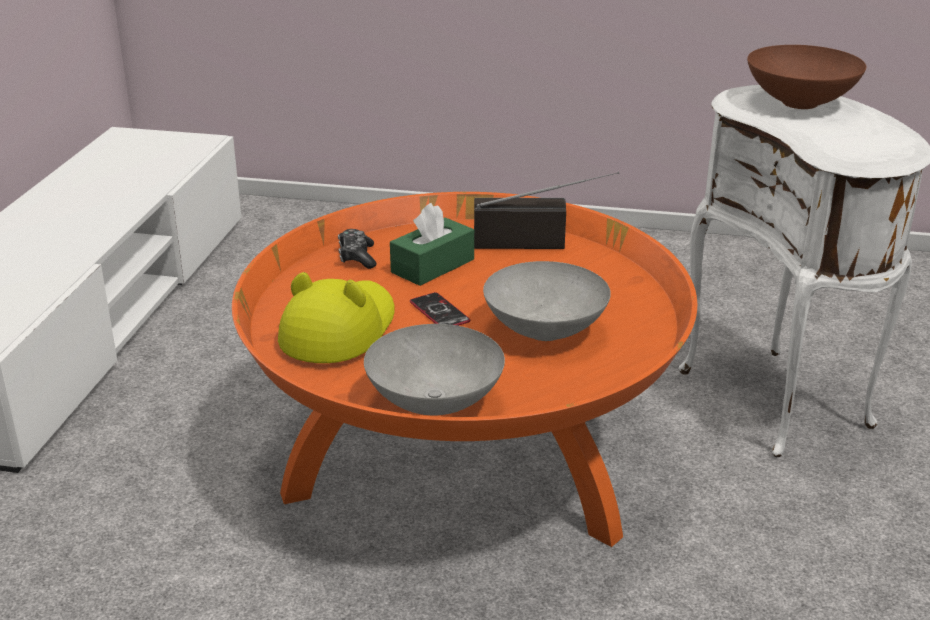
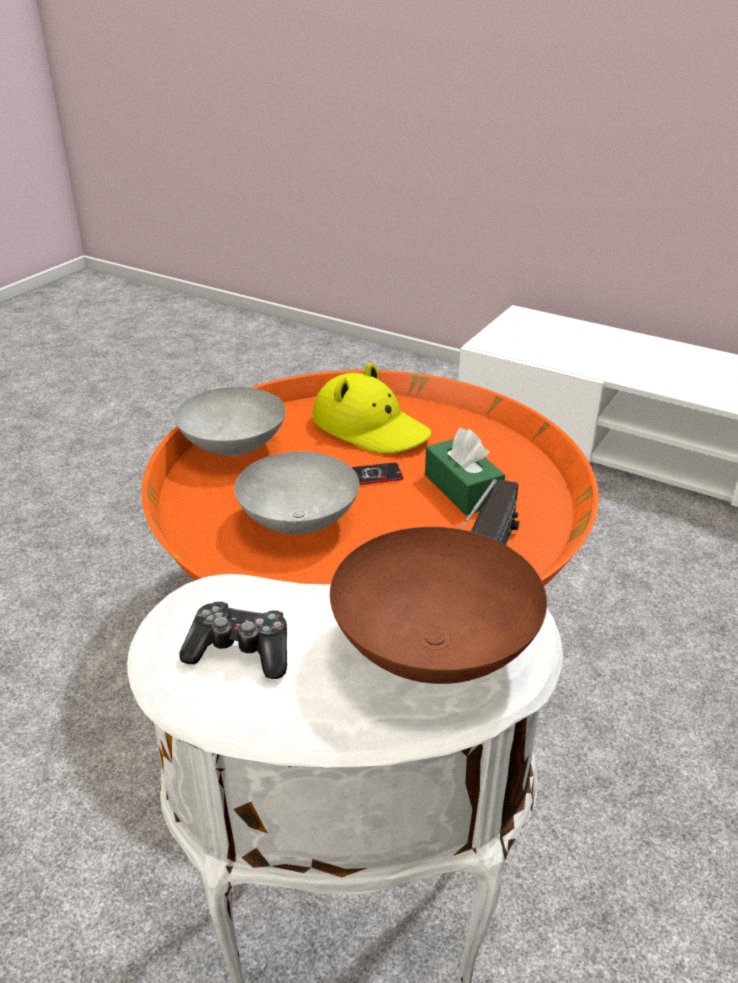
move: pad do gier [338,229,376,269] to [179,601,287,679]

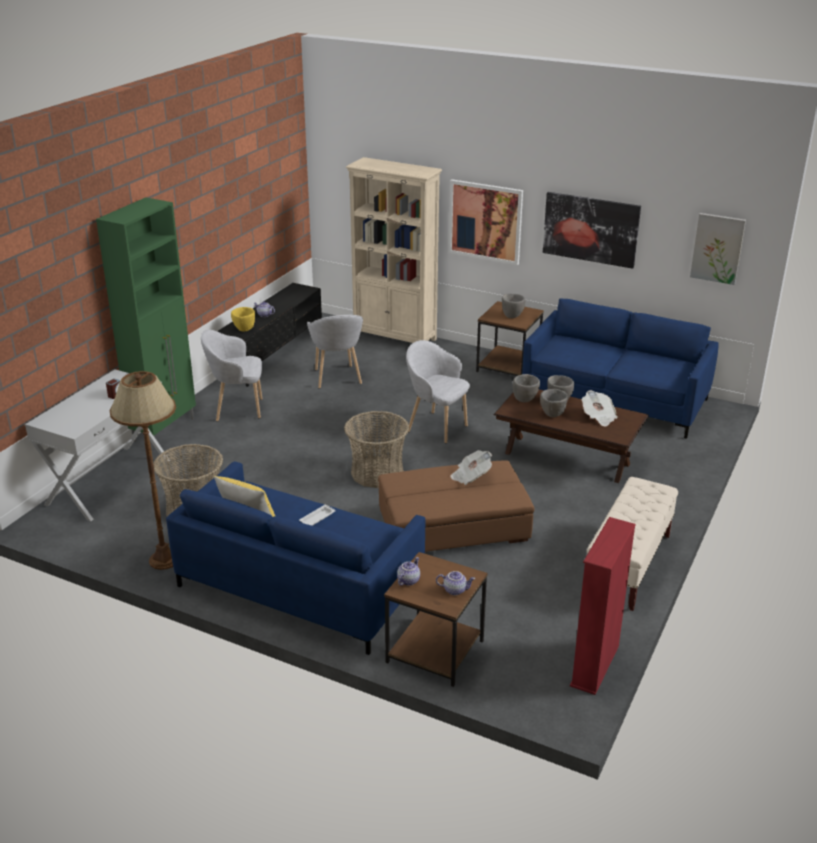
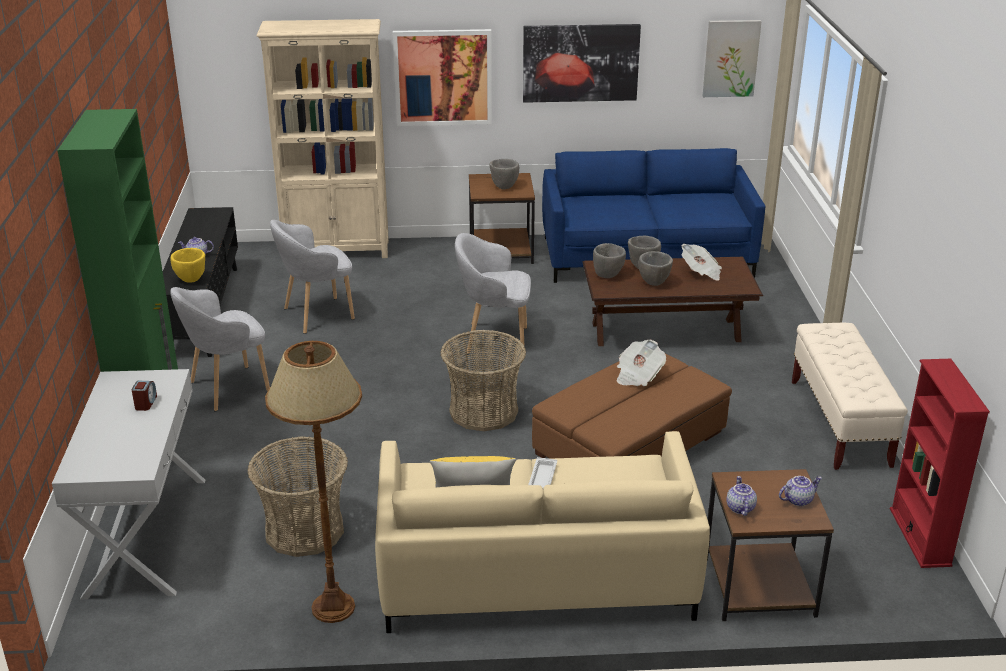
recolor: kanapa (niebieski) [166,461,425,655] to kanapa (beżowy) [375,431,710,633]
rotate: fotel (szary) [307,315,363,389] = [270,220,355,334] 105 degrees clockwise

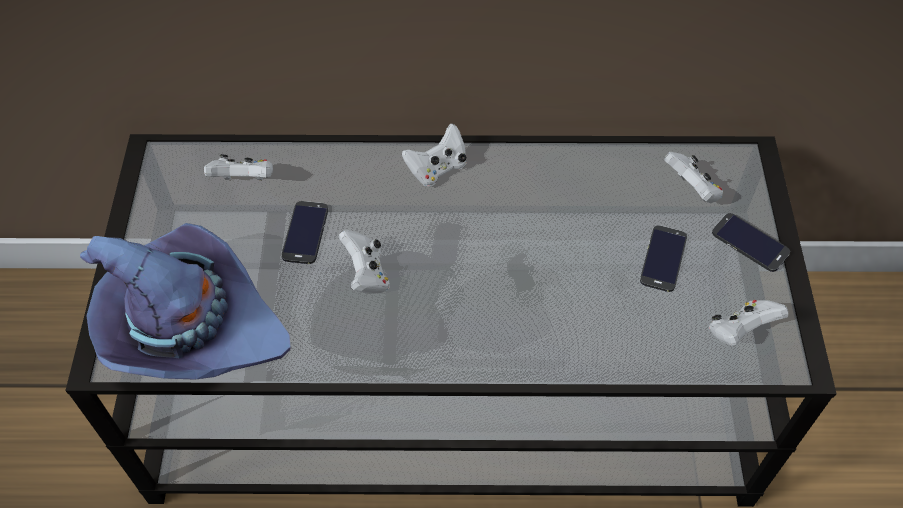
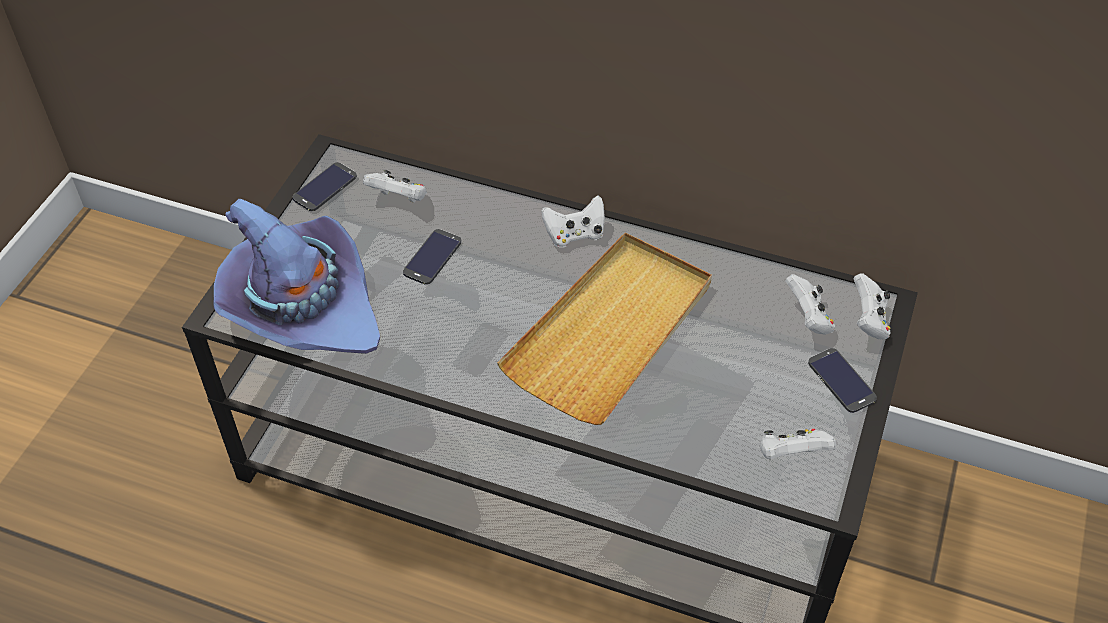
insert: taca (beżowy) [497,233,712,425]
move: pad do gier (biały) [339,230,390,294] to [853,273,891,339]; telefon [640,225,687,292] to [293,162,357,211]

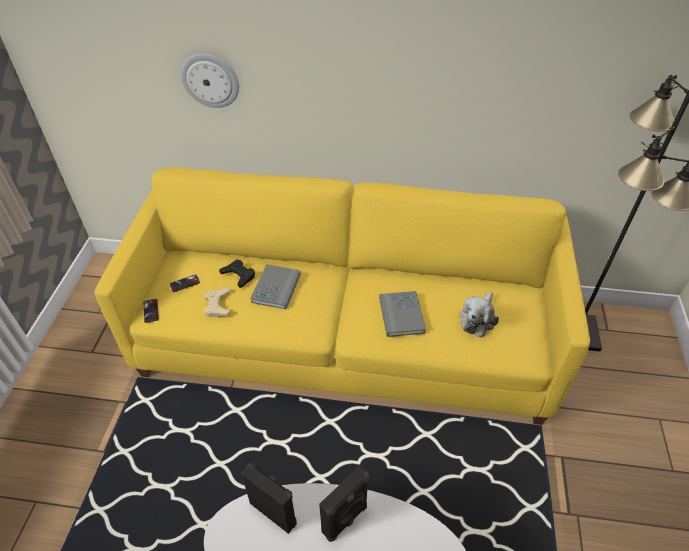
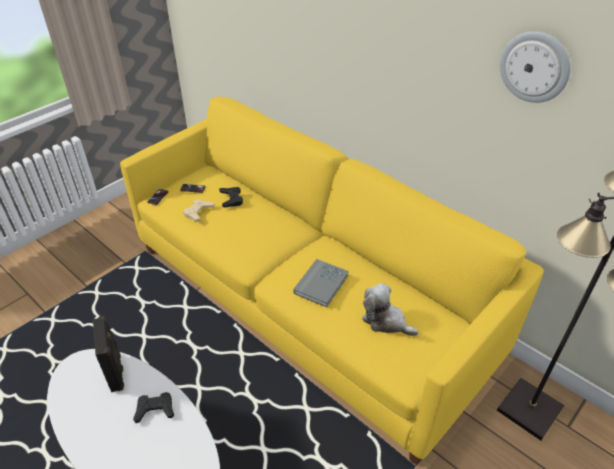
delete: książka (szary) [250,264,301,310]
move: zegar ścienny [181,53,239,108] to [500,31,571,103]
replace: głośnik (czarny) [319,466,369,542] to pad do gier (czarny) [133,392,174,423]
rotate: pluszak [459,291,499,337] = [362,283,419,336] 60 degrees clockwise

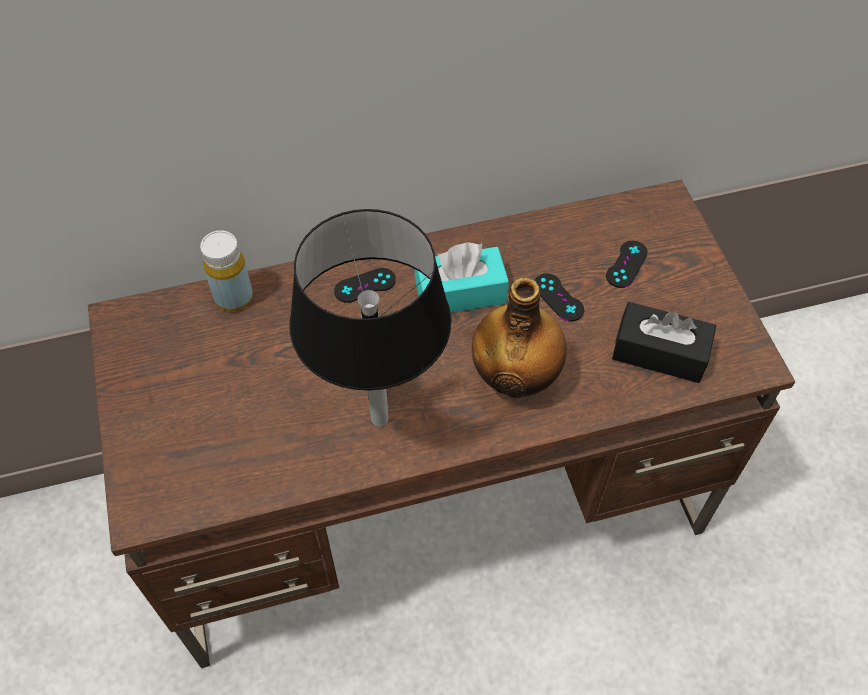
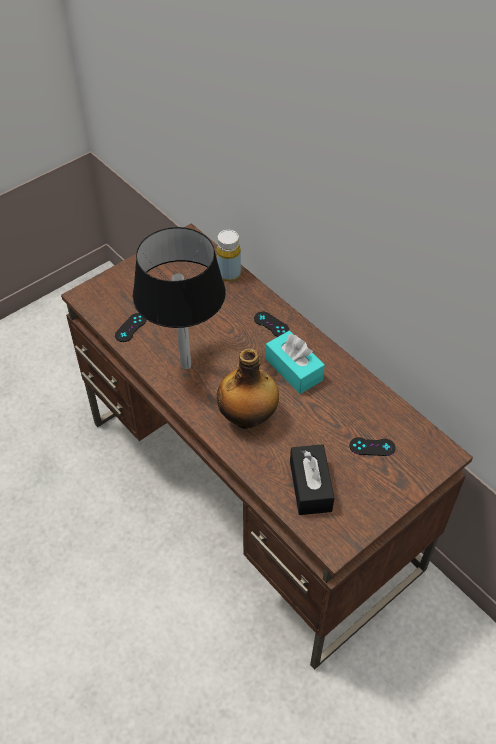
move: pad do gier (czarny) [534,274,584,321] to [115,313,146,342]

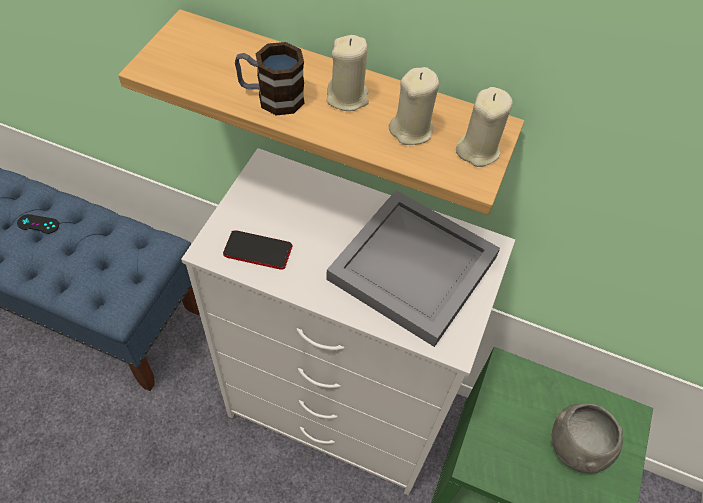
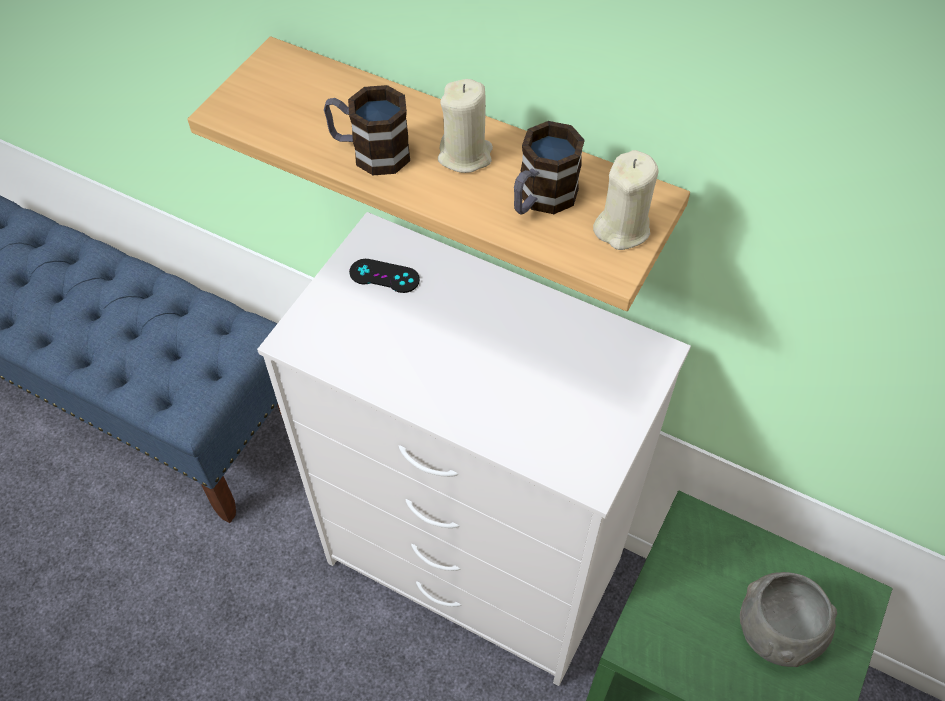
delete: telefon [223,230,292,269]; taca (szary) [326,190,500,347]
move: pad do gier (czarny) [17,214,59,234] to [349,259,420,293]
replace: świeca (beżowy) [389,67,439,145] to kubek [514,121,585,215]

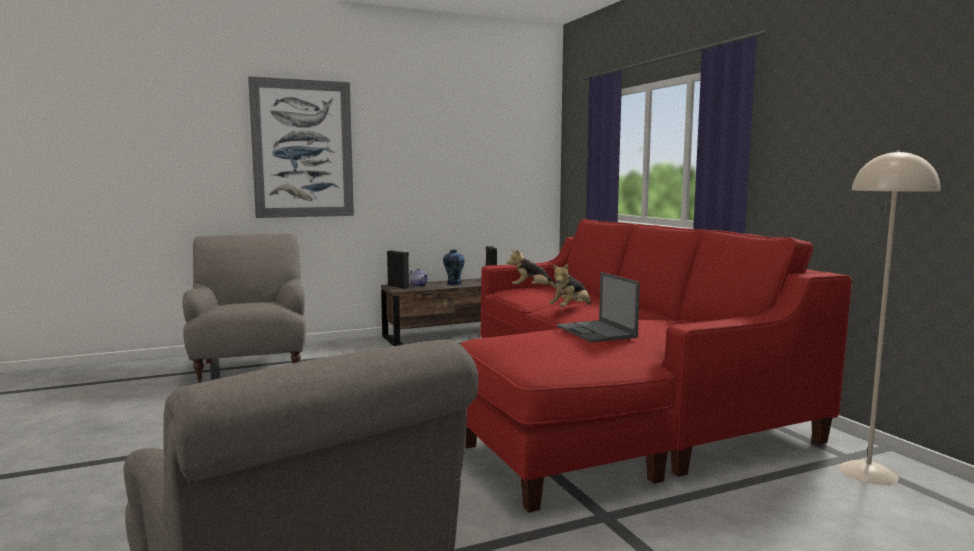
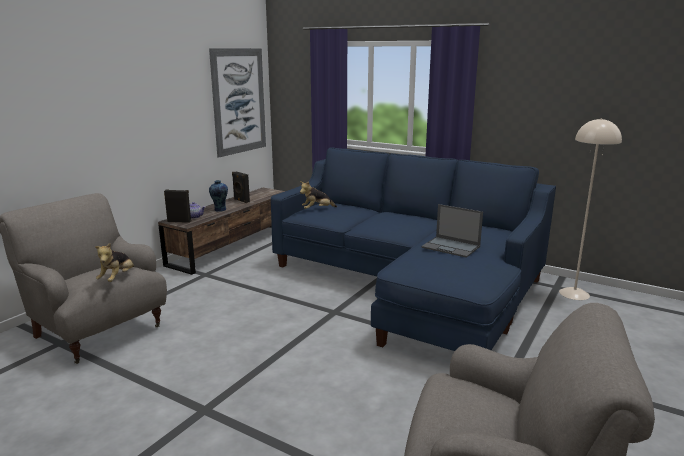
move: obraz [248,76,354,218] to [209,48,266,158]; pluszak [549,264,591,307] to [95,243,134,282]
recolor: kanapa (czerwony) [460,219,852,512] to kanapa (niebieski) [271,147,556,351]

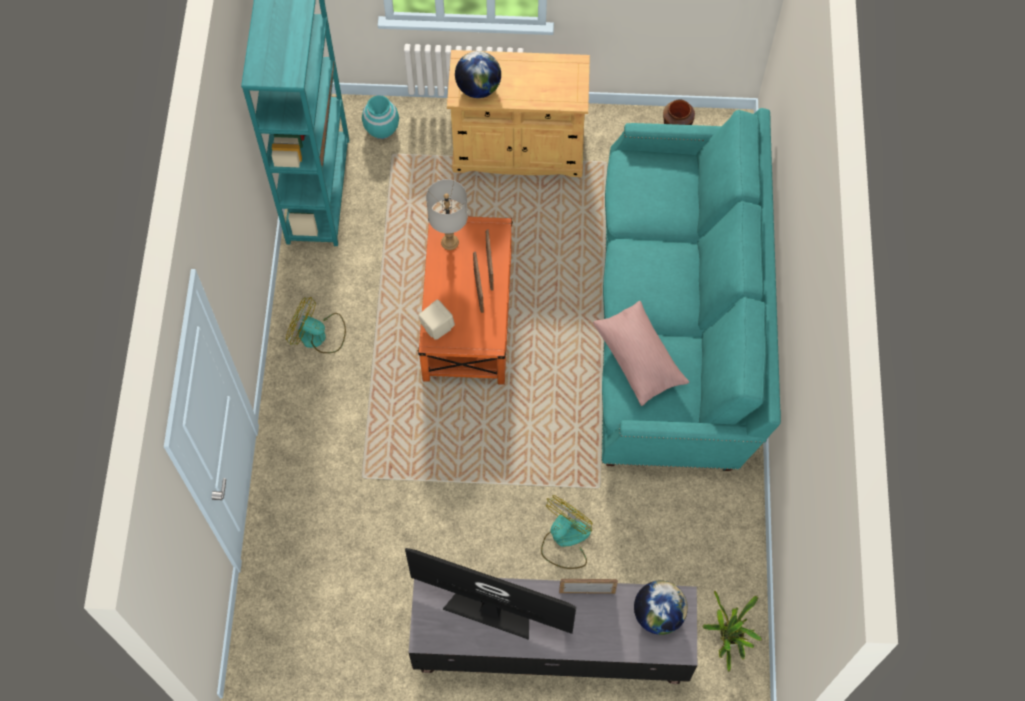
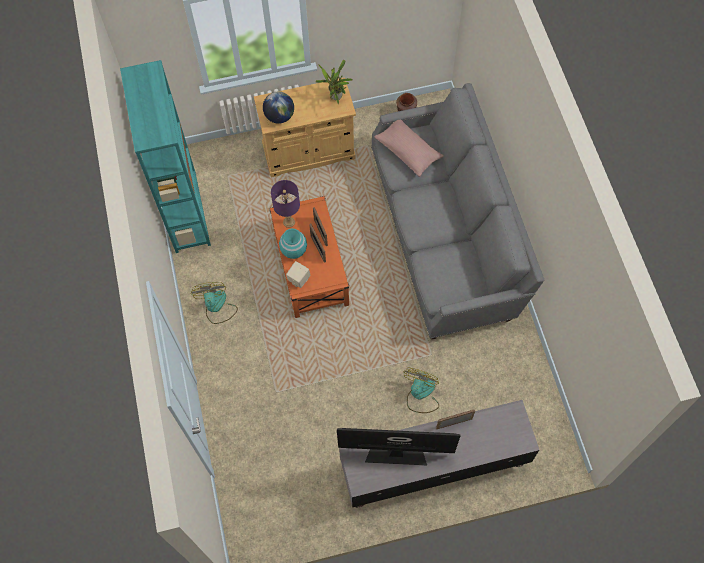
delete: globus [634,580,688,635]
move: wazon (turkusowy) [362,95,399,139] to [279,228,307,259]; poduszka (różowy) [593,301,689,406] to [375,120,444,177]; roślina doniczkowa [702,591,762,672] to [315,60,353,104]
recolor: lampa stołowa (szary) [426,179,468,250] to lampa stołowa (fioletowy) [271,180,300,228]; kanapa (turkusowy) [601,108,781,471] to kanapa (szary) [371,83,544,339]
rotate: wentylator [286,297,346,353] = [192,282,238,324] 75 degrees clockwise

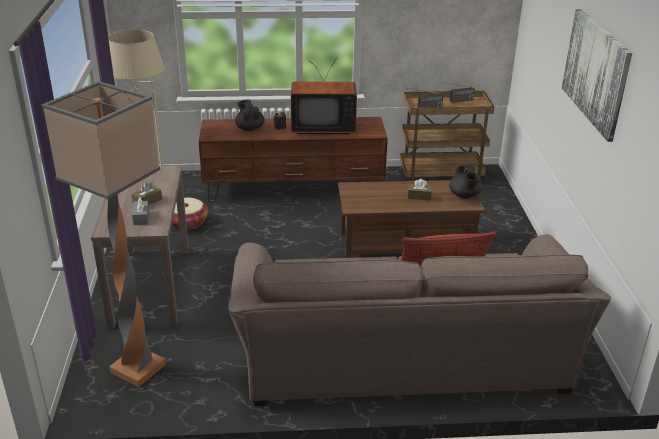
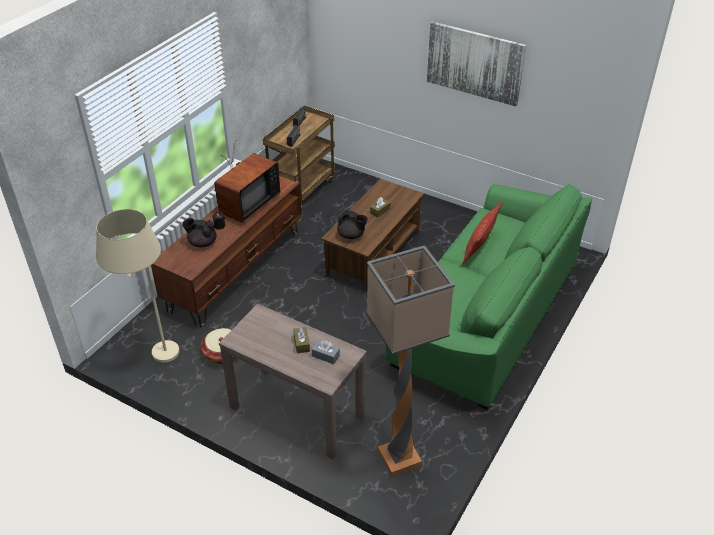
move: imbryk (czarny) [449,166,482,199] to [337,210,368,239]
recolor: kanapa (brązowy) [228,235,611,406] to kanapa (zielony) [386,184,592,409]

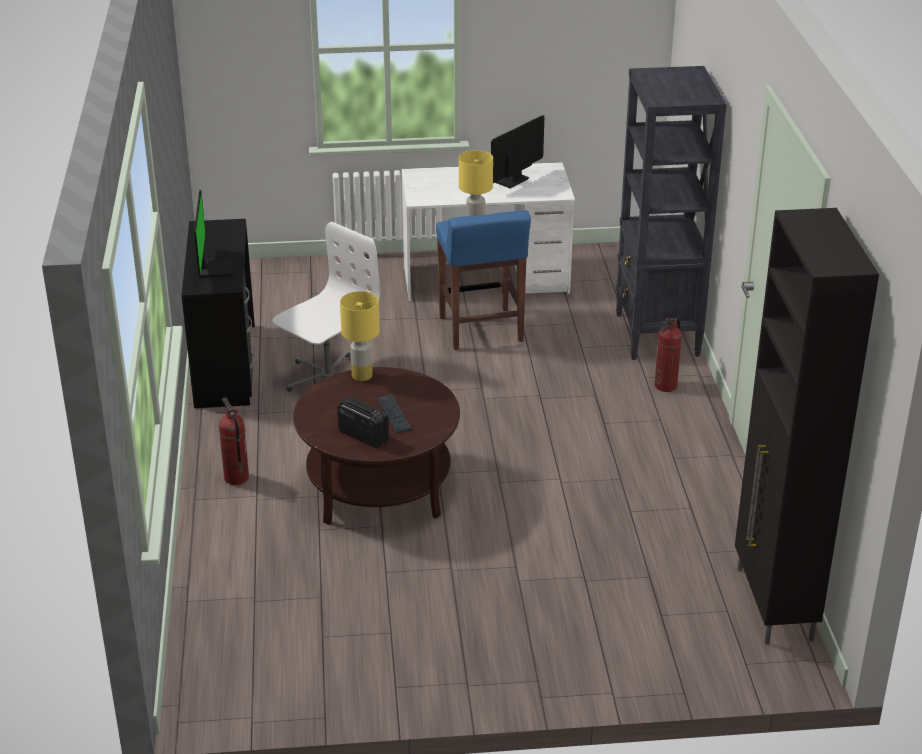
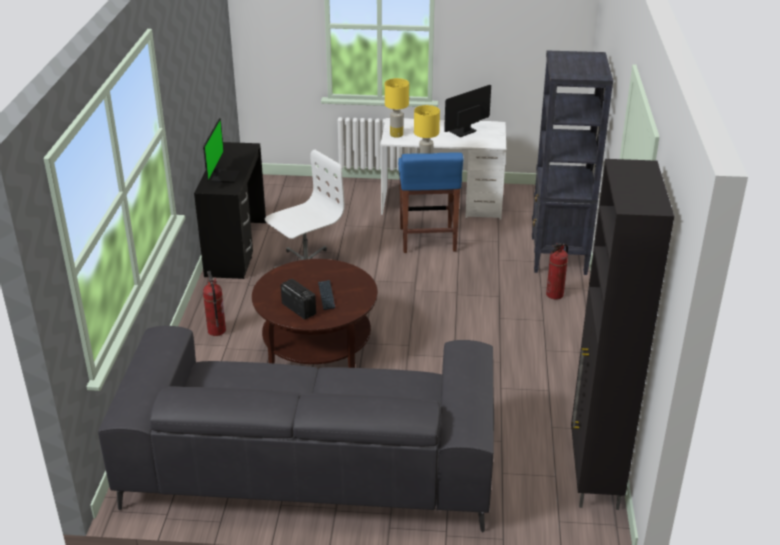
insert: kanapa (szary) [98,326,494,532]
move: lampa stołowa (żółty) [340,291,380,381] to [385,78,409,138]

